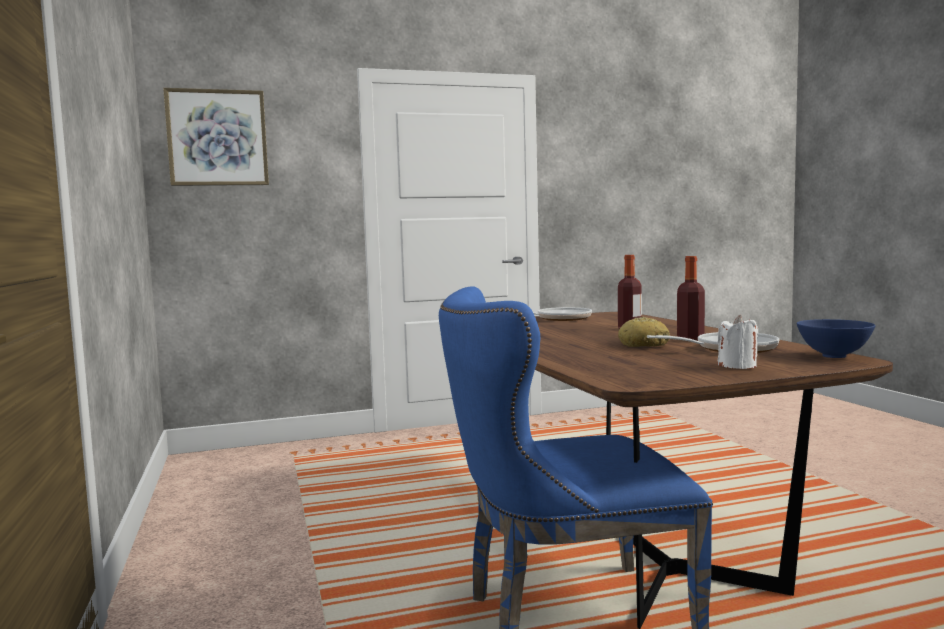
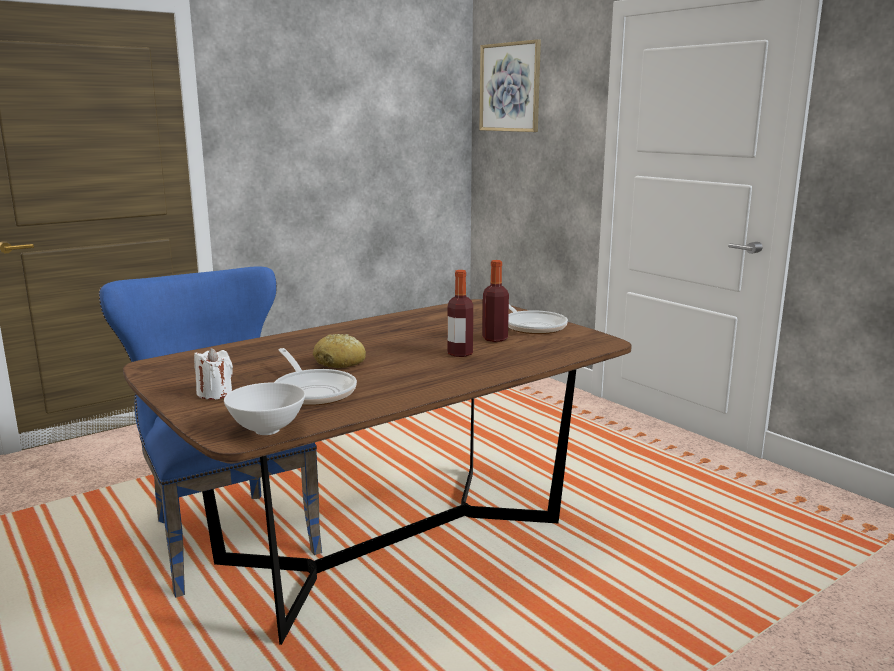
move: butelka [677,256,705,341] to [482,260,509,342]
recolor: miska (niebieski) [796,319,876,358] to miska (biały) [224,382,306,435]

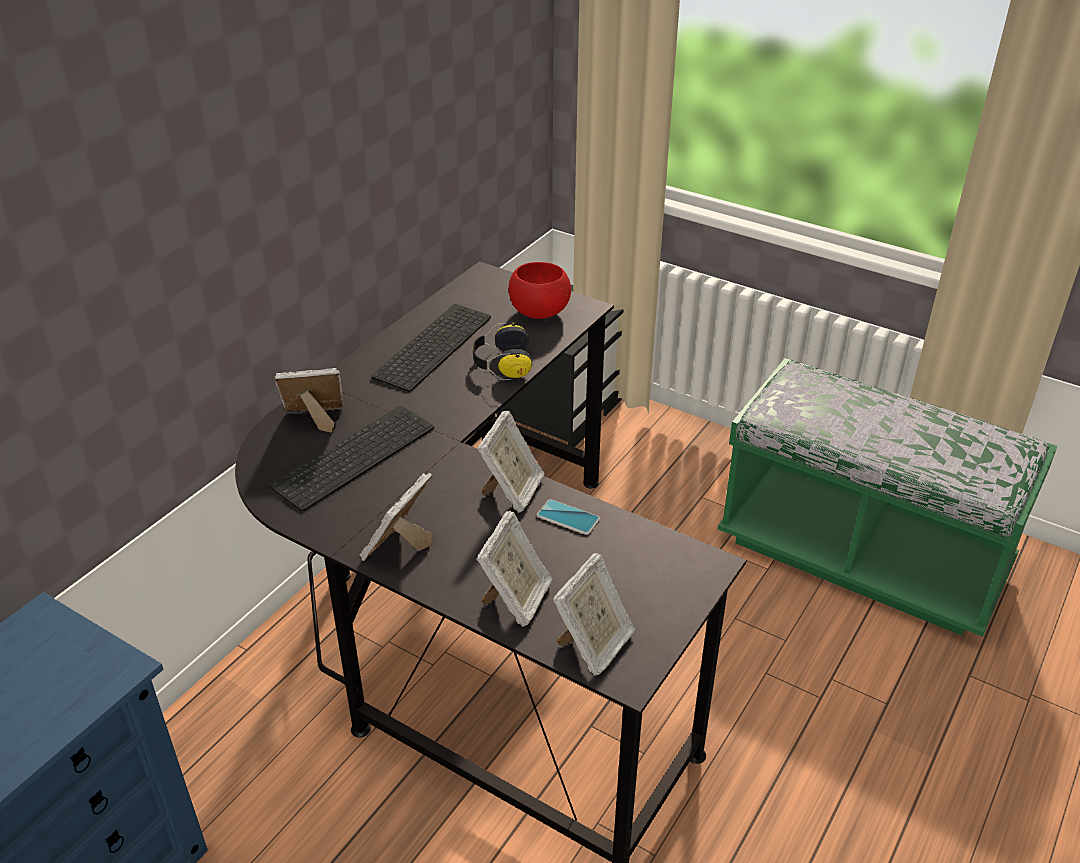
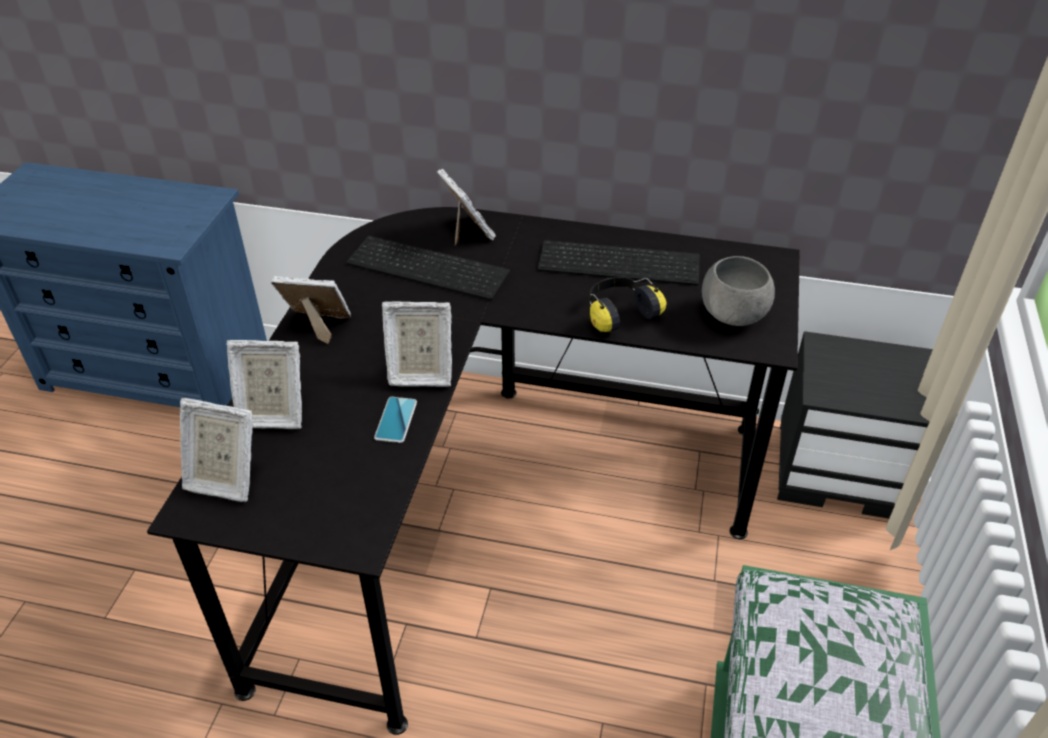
recolor: miska (czerwony) [508,262,571,319] to miska (szary) [702,256,775,326]

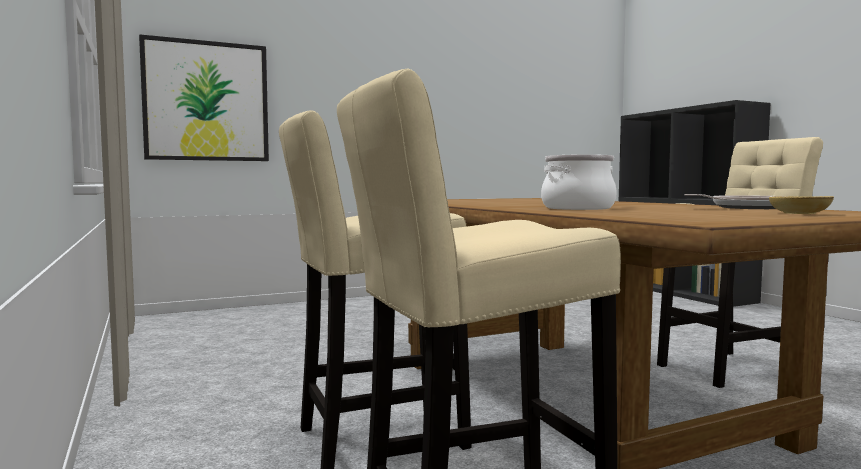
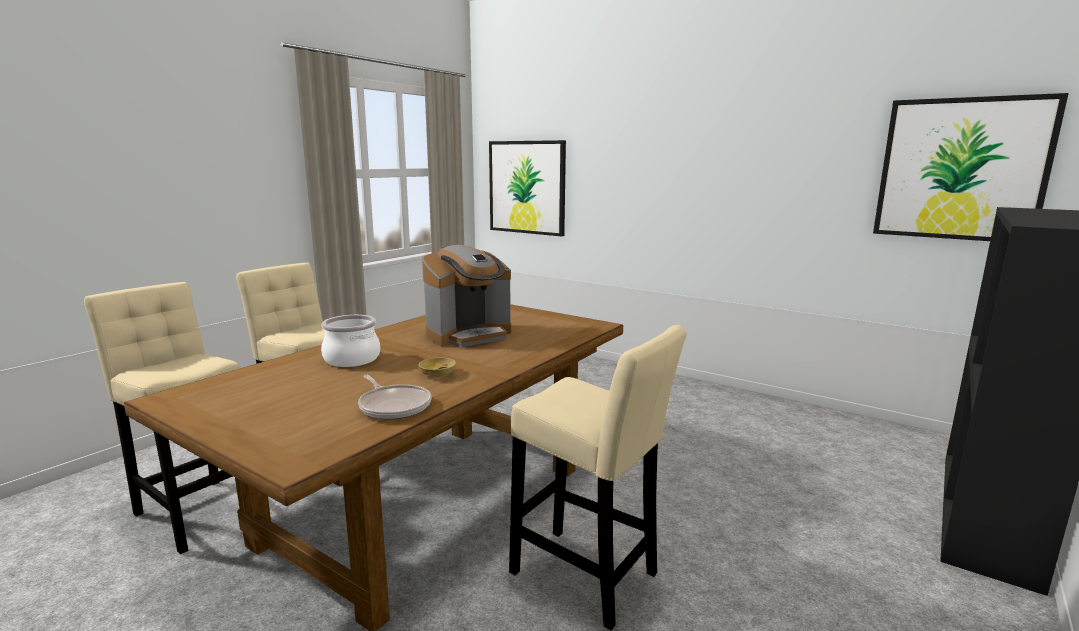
insert: ekspres do kawy [422,245,511,347]; obraz [873,93,1069,241]
move: miska (beżowy) [769,196,834,214] to [418,358,456,378]

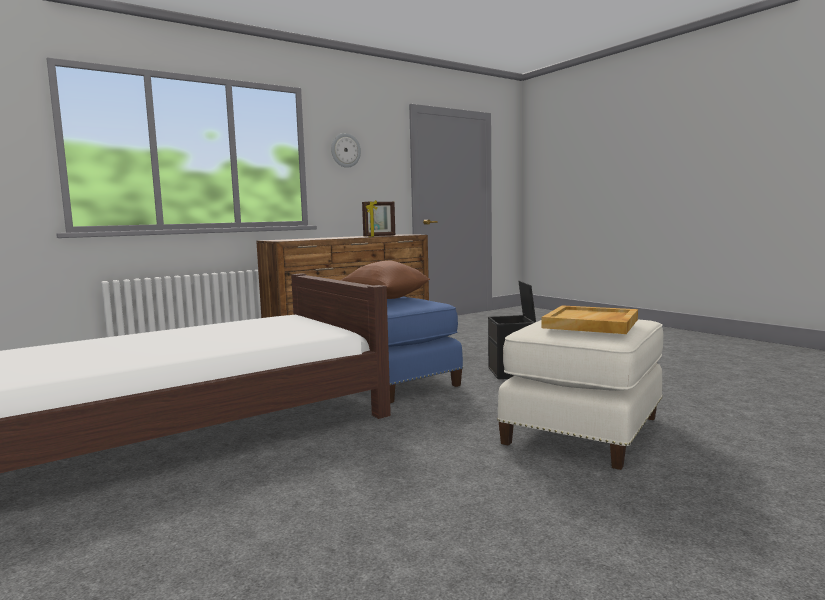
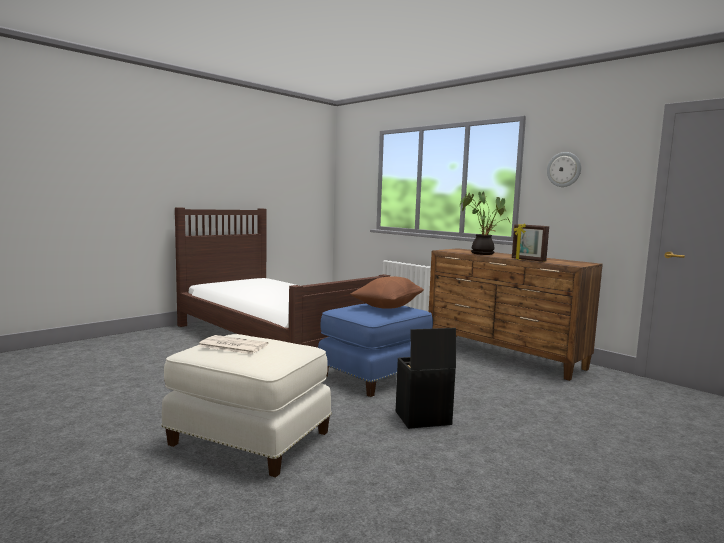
insert: roślina doniczkowa [460,192,511,255]
replace: taca (beżowy) [542,305,638,334] to gazeta [198,335,269,354]

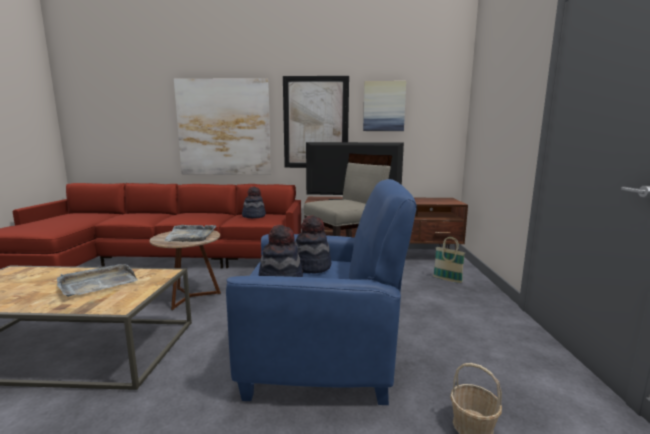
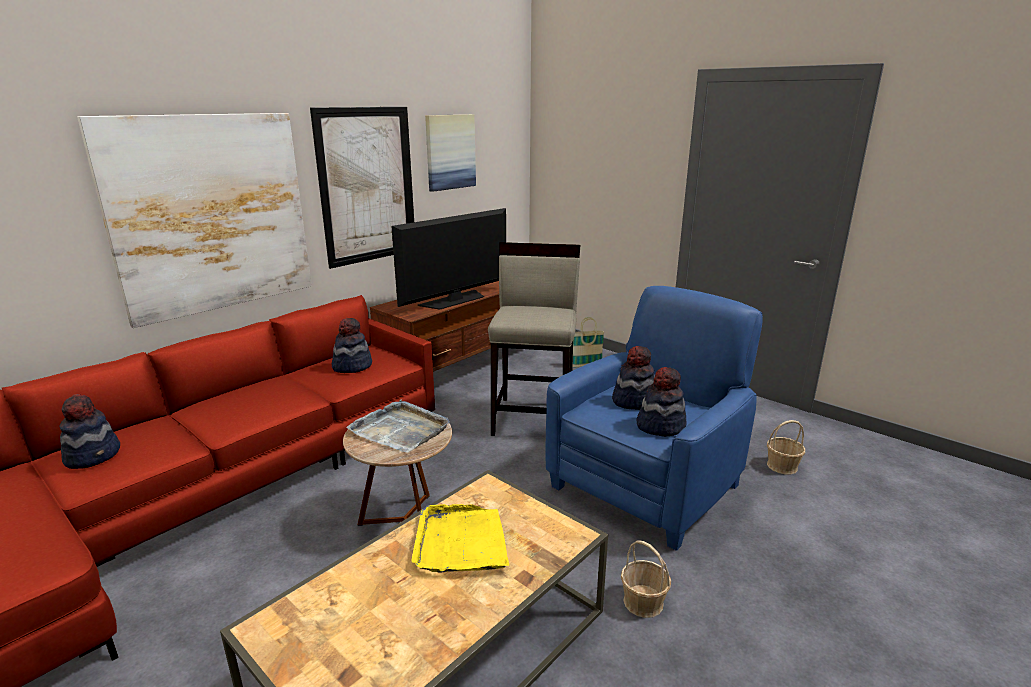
insert: kapelusz [59,394,120,469]; koszyk [621,540,671,618]
recolor: taca (szary) [57,264,138,297] to taca (żółty) [411,504,509,573]

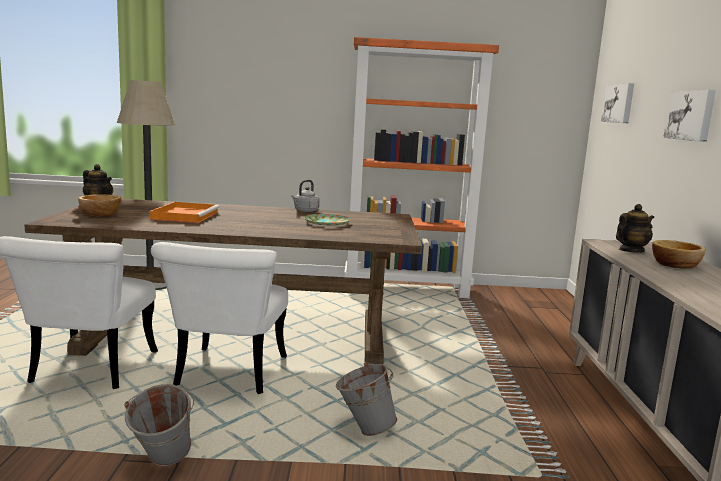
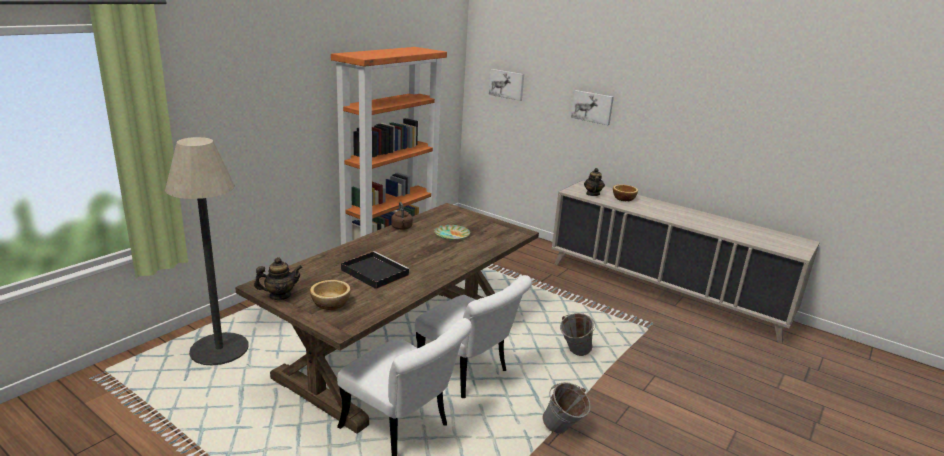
recolor: taca (pomarańczowy) [149,202,220,223] to taca (czarny) [341,251,410,289]; czajnik (szary) [291,180,320,212] to czajnik (brązowy) [391,202,413,230]

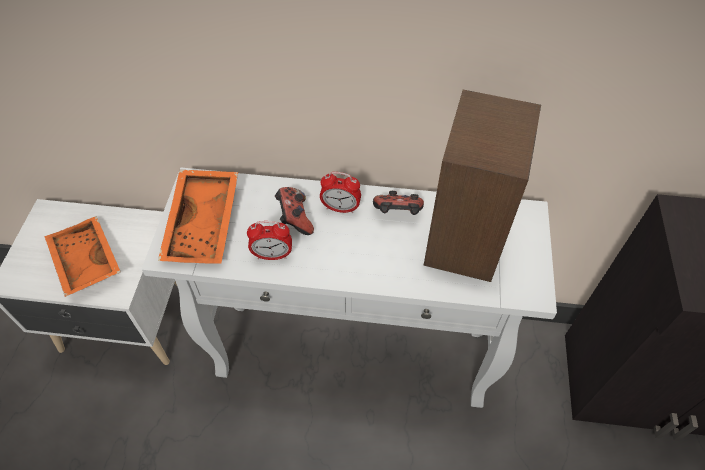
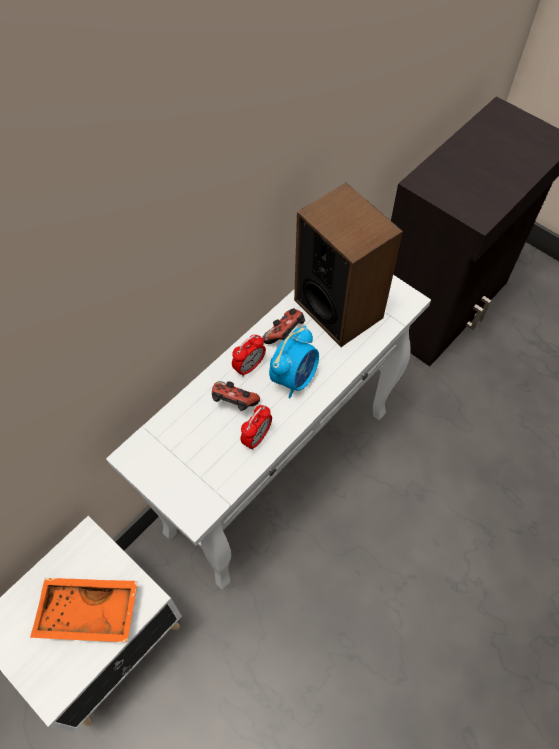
delete: taca (pomarańczowy) [158,170,238,264]
insert: budzik [269,326,319,398]

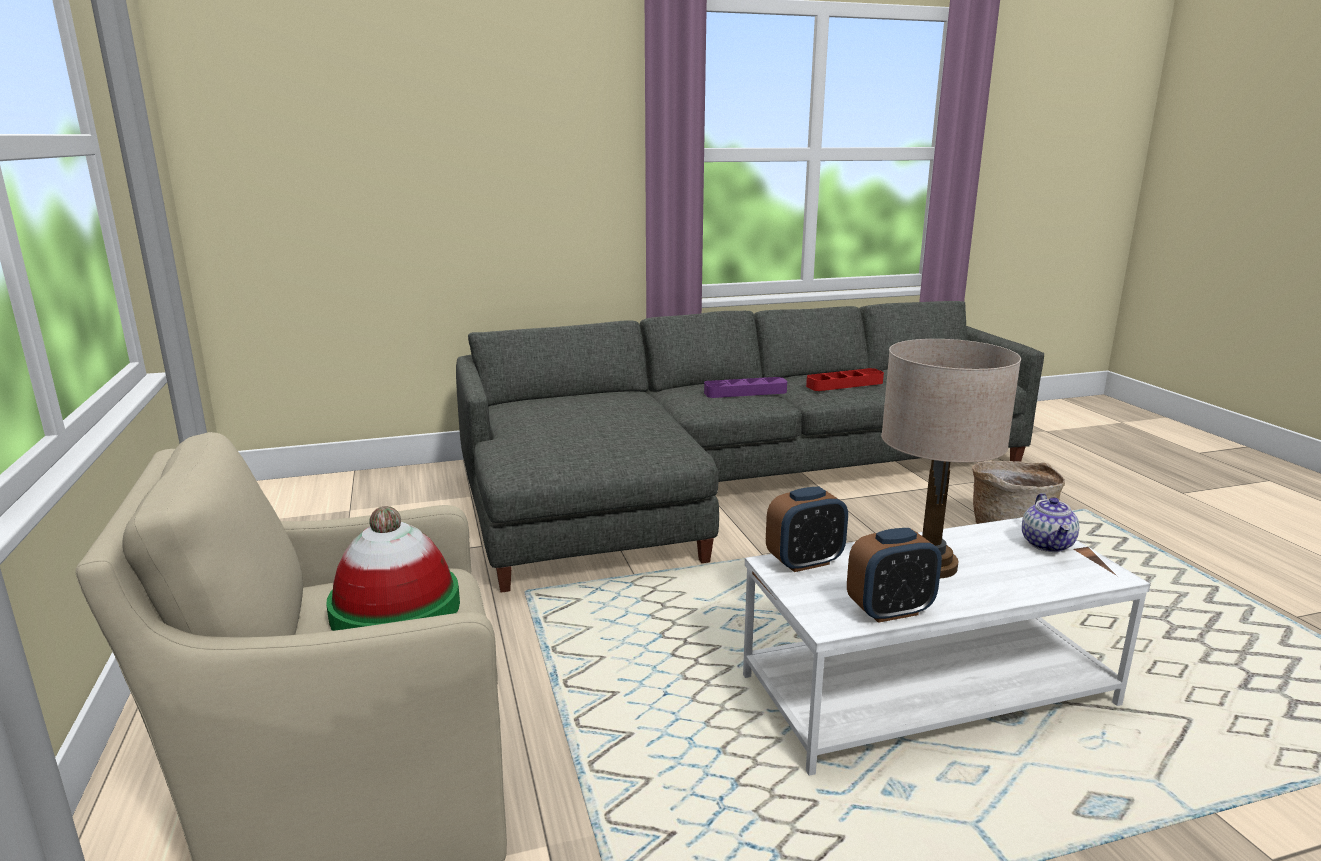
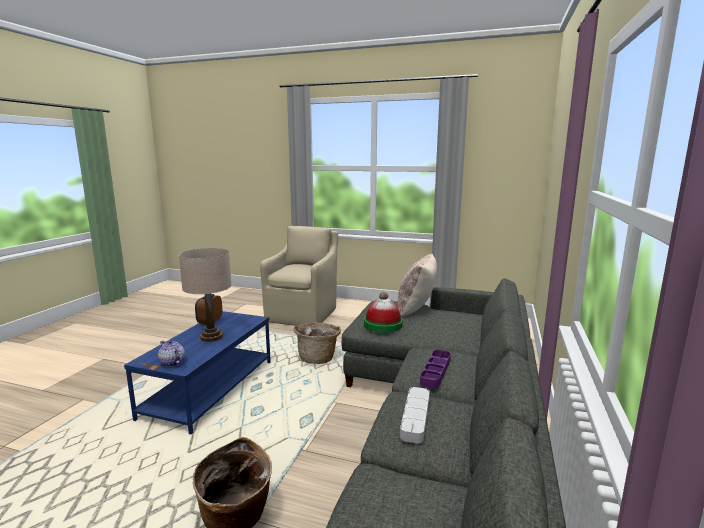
delete: budzik [766,487,848,572]
insert: koszyk [294,322,341,364]; poduszka (beżowy) [397,254,437,317]
move: kapelusz [326,506,460,631] to [364,292,403,333]
recolor: ława (biały) [743,517,1151,776] to ława (niebieski) [124,311,271,434]; taca (czerwony) [806,368,884,391] to taca (szary) [400,387,430,443]

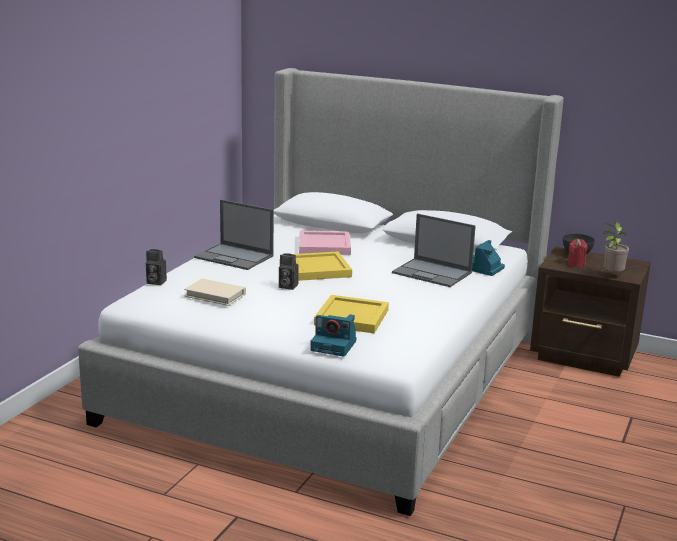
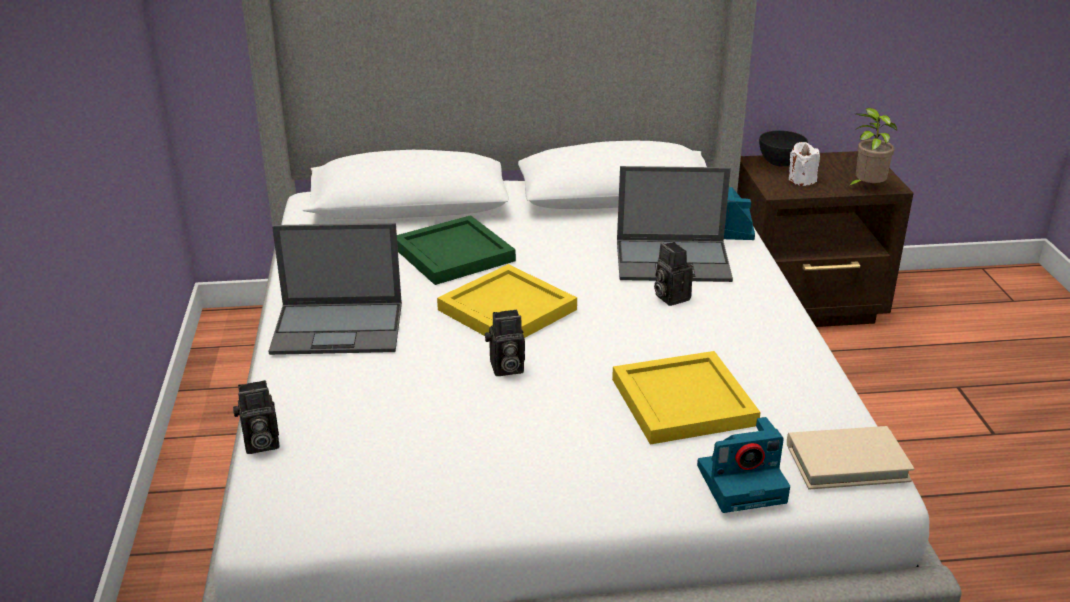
insert: aparat fotograficzny [654,242,693,306]
move: książka (beżowy) [184,279,246,306] to [787,426,914,489]
recolor: taca (różowy) [299,231,351,255] to taca (zielony) [397,215,516,285]; świeca (czerwony) [568,239,587,267] to świeca (biały) [789,142,820,186]

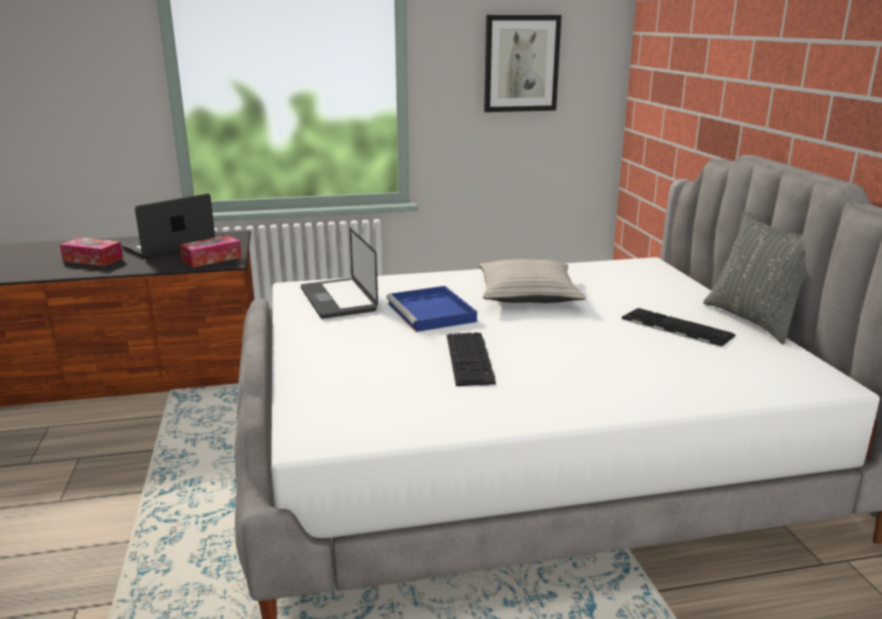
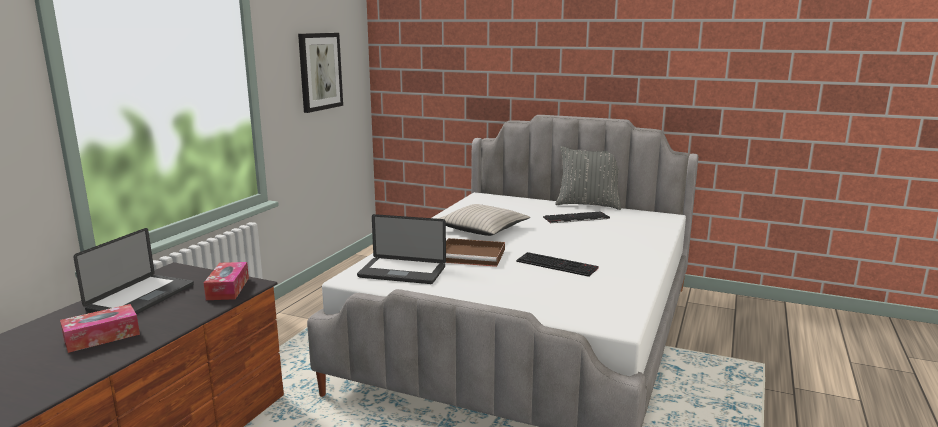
recolor: taca (niebieski) [386,286,477,332] to taca (brązowy) [446,238,505,267]
rotate: laptop [122,194,215,258] = [73,228,194,314] 150 degrees counterclockwise

